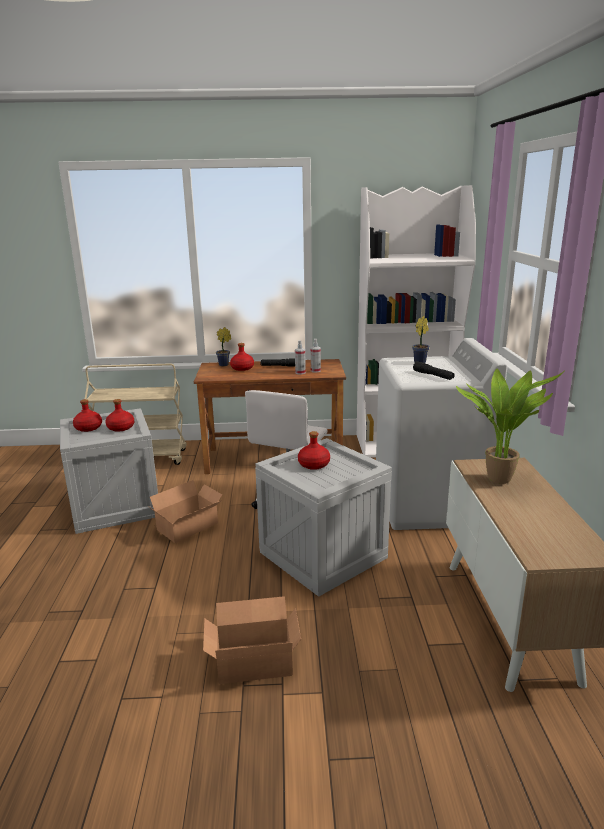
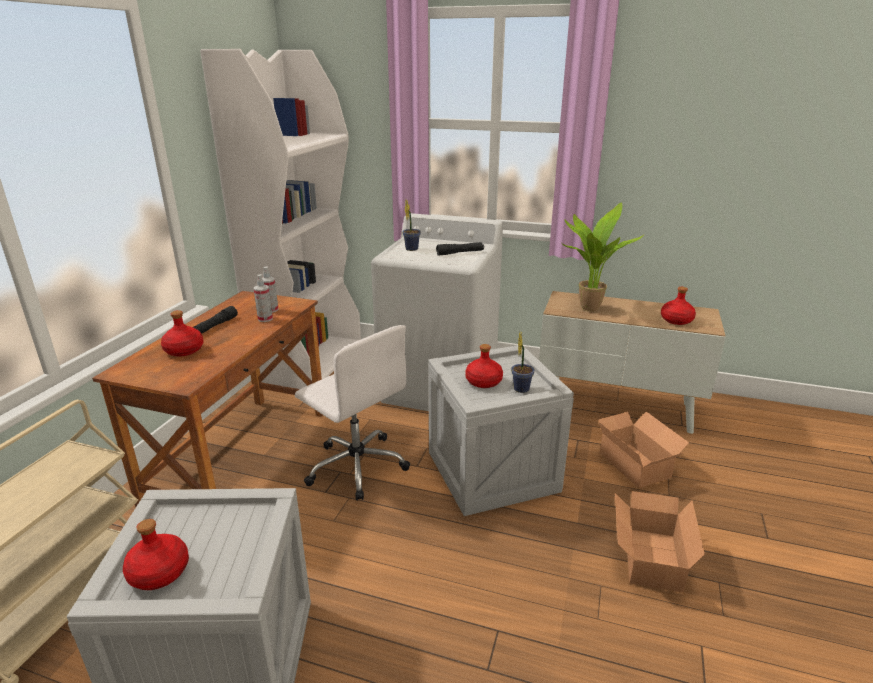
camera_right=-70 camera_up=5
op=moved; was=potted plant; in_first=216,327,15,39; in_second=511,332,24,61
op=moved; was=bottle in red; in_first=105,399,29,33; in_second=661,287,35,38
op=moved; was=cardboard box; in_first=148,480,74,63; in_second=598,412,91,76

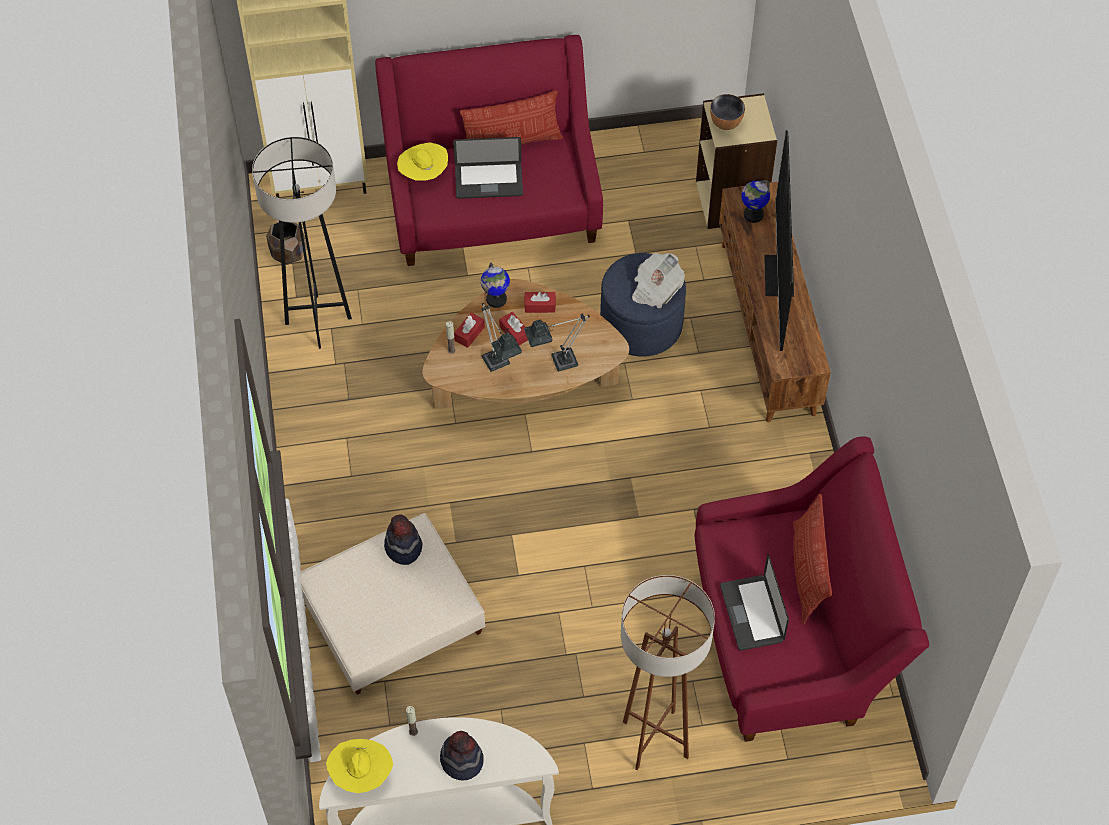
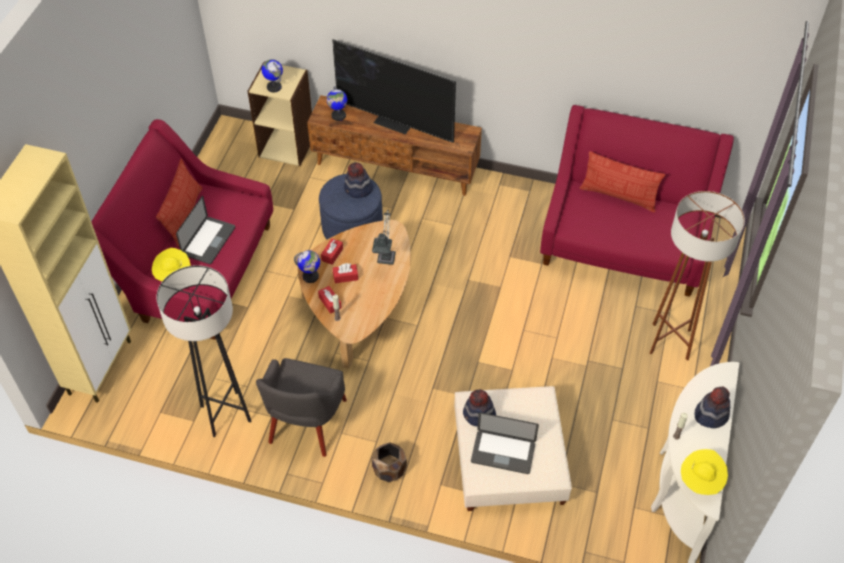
camera_right=-65 camera_up=-5
op=replaced; was=bowl; now=globe; in_first=710,94,35,36; in_second=262,59,21,34
op=moved; was=planter in brown; in_first=266,222,41,43; in_second=372,442,35,40
op=replaced; was=newspaper; now=hat; in_first=632,253,53,55; in_second=344,162,29,36
op=removed; was=table lamp; in_first=481,302,41,70
op=moved; was=laptop; in_first=720,553,69,98; in_second=471,412,68,62
op=added; now=armchair in grey; in_second=256,358,91,99

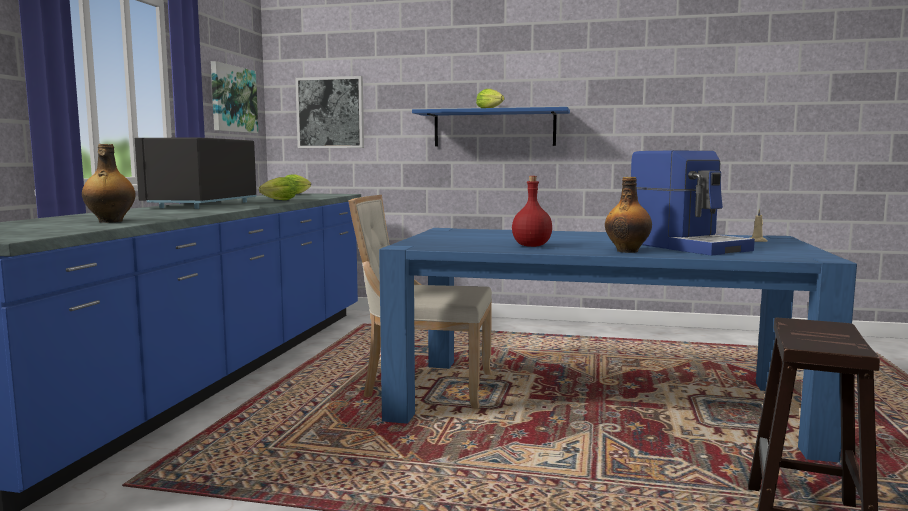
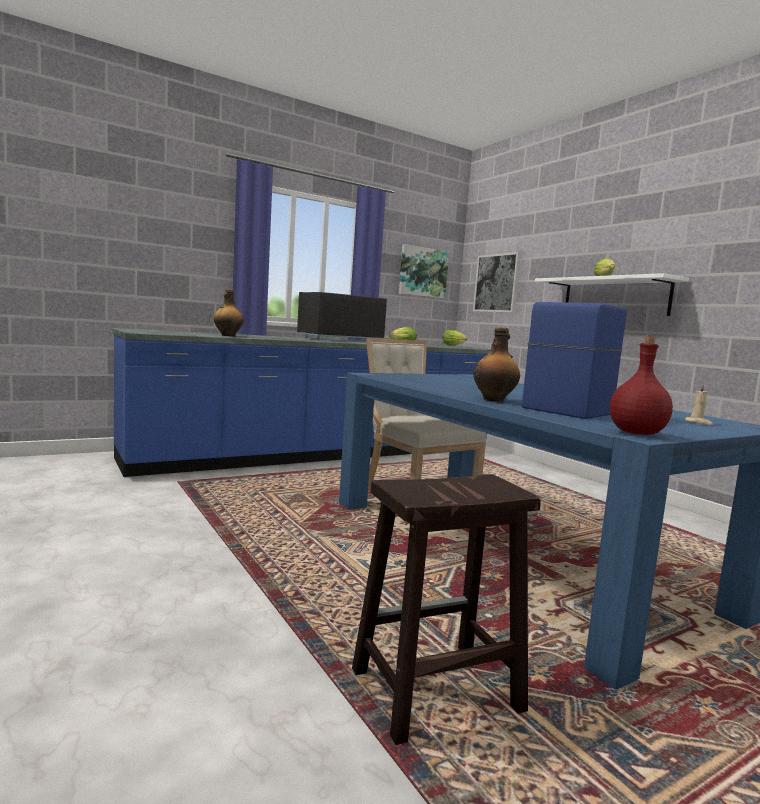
camera_right=45 camera_up=0
op=recoloured; was=shelf in blue; now=shelf in white; in_first=412,107,158,39; in_second=535,273,154,43
op=turned; was=coffee machine; in_first=631,150,124,106; in_second=522,302,105,117; clockwise=-150
op=moved; was=bottle in red; in_first=512,176,40,71; in_second=610,336,63,99

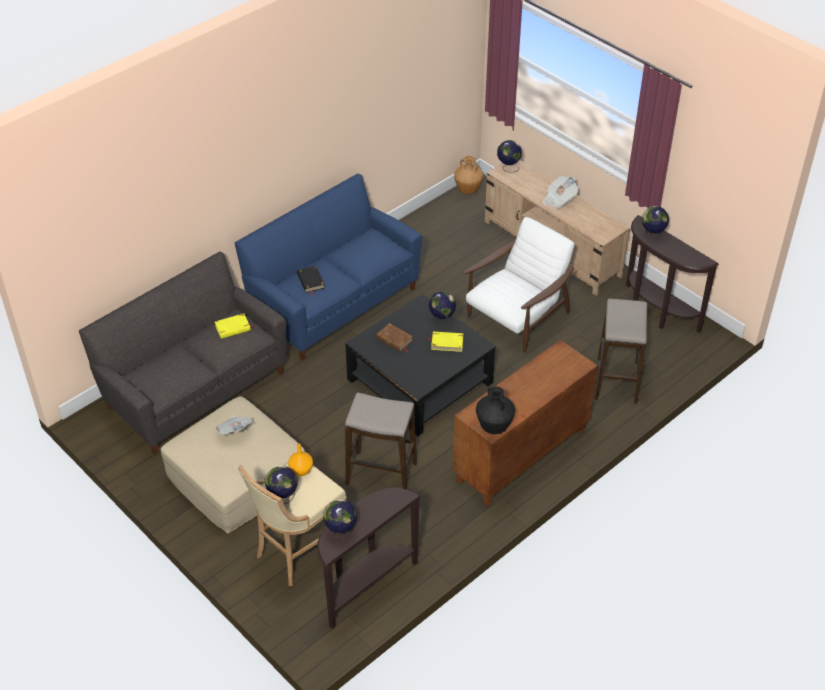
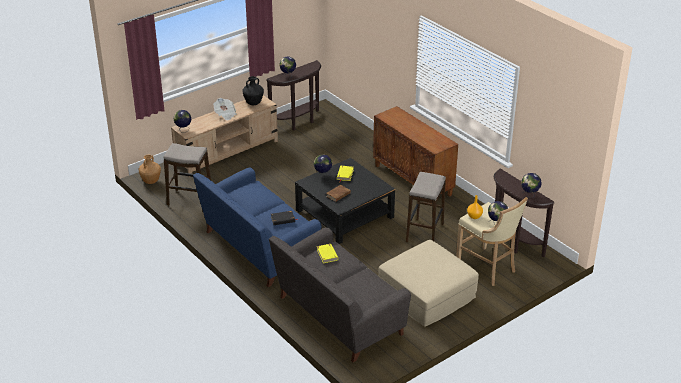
camera_right=-85 camera_up=-10
op=removed; was=armchair in white; in_first=463,217,112,136
op=moved; was=stool; in_first=595,299,52,105; in_second=164,143,47,62
op=moved; was=vase in black; in_first=476,386,39,48; in_second=242,76,22,29
op=removed; was=newspaper; in_first=215,415,37,19

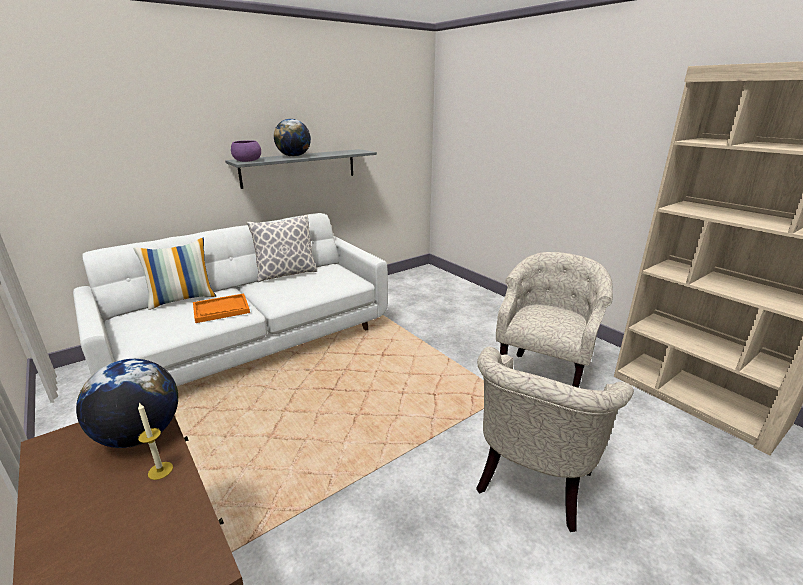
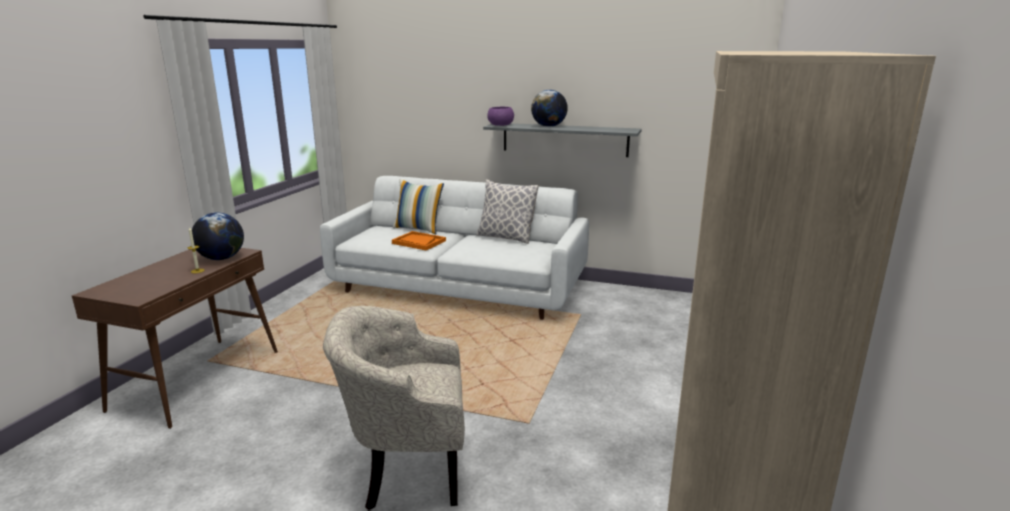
camera_right=55 camera_up=-5
op=removed; was=armchair in beige; in_first=496,252,117,136

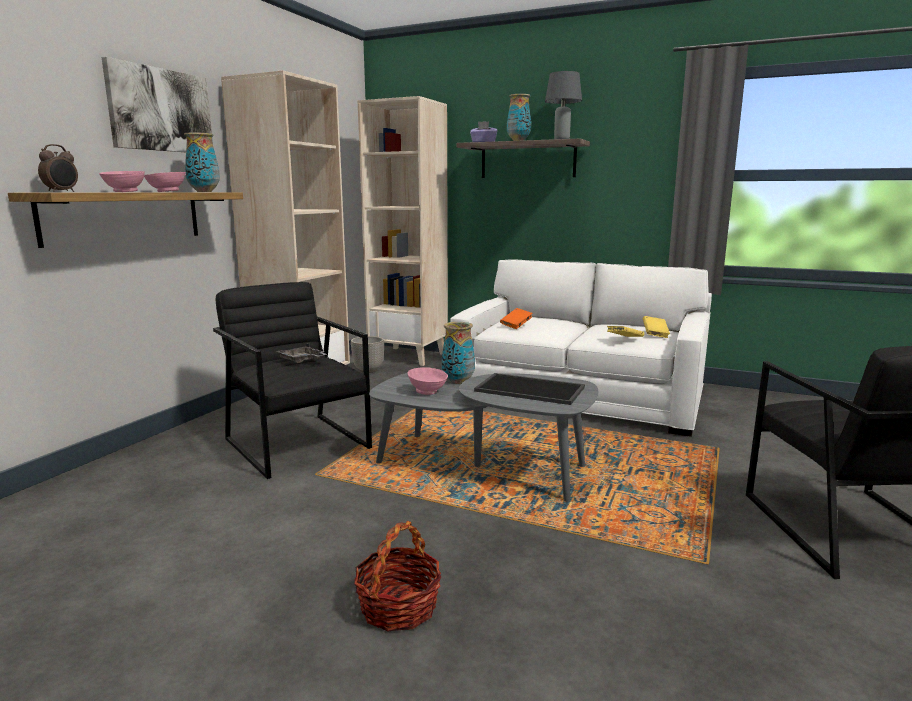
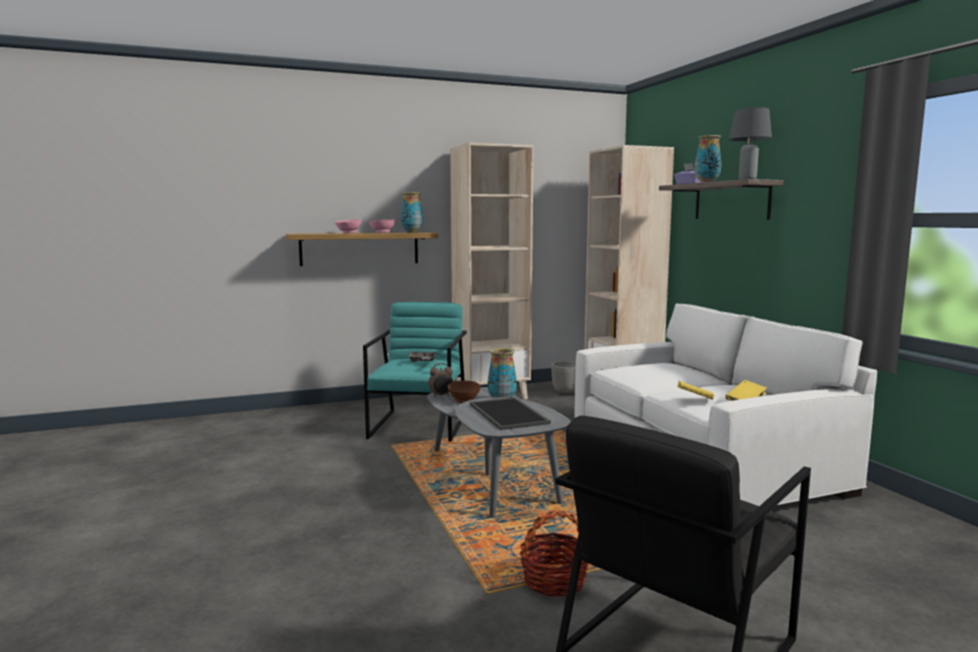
camera_right=45 camera_up=-5
op=removed; was=picture; in_first=102,57,111,95
op=moved; was=alarm clock; in_first=38,144,40,48; in_second=429,363,24,34
op=recoloured; was=armchair in black; now=armchair in turquoise; in_first=213,282,159,197; in_second=363,302,104,139
op=removed; was=book in orange; in_first=500,308,32,21
op=recoloured; was=bowl in pink; now=bowl in brown; in_first=407,367,41,28; in_second=448,380,33,23
op=moved; was=basket; in_first=354,521,87,110; in_second=520,510,70,87

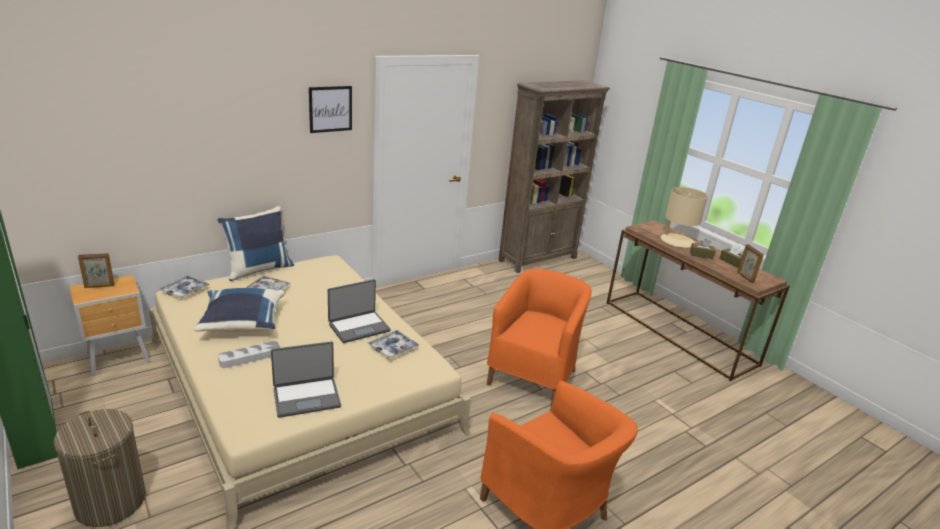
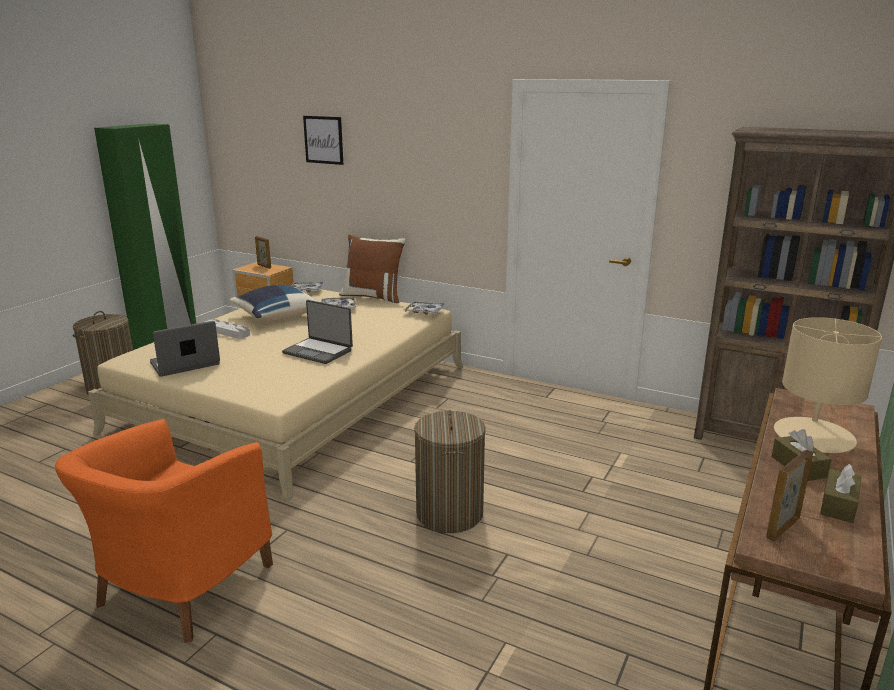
camera_right=65 camera_up=-5
op=moved; was=picture; in_first=309,86,43,47; in_second=303,116,40,49
op=recoloured; was=pillow in blue; now=pillow in brown; in_first=217,206,77,75; in_second=339,234,67,69
op=replaced; was=armchair in orange; now=laundry basket; in_first=487,268,105,137; in_second=414,410,72,123
op=moved; was=tray; in_first=368,330,52,29; in_second=403,301,43,14
op=turned; was=laptop; in_first=271,341,70,77; in_second=150,321,70,56; clockwise=105

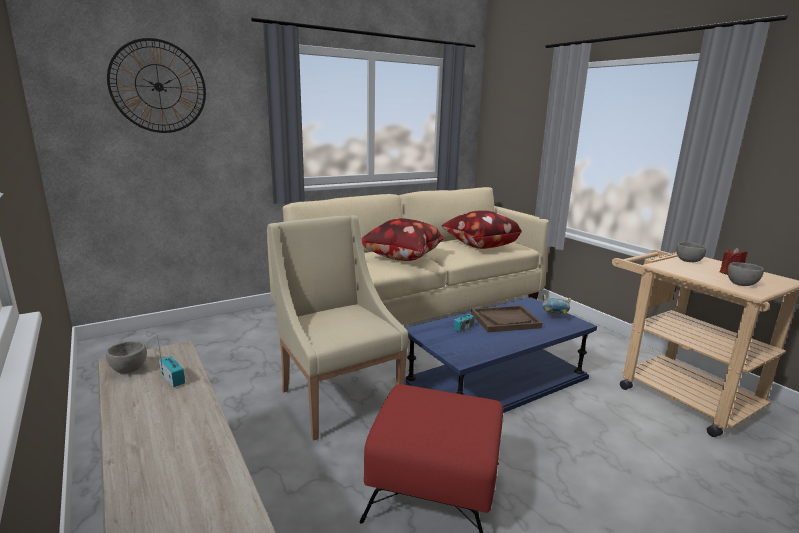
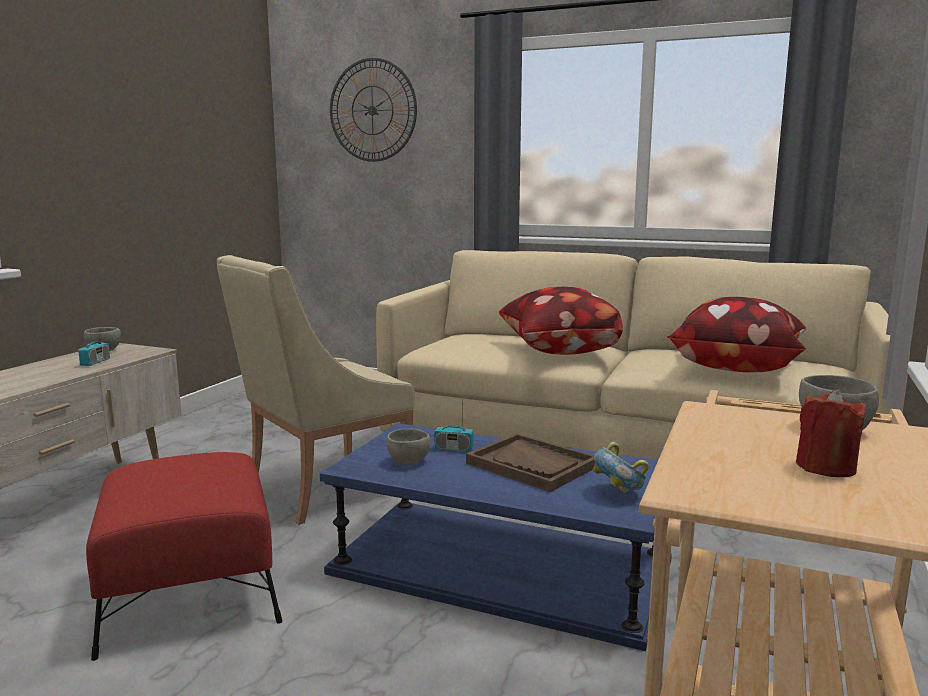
camera_right=55 camera_up=-5
op=turned; was=armchair in beige; in_first=268,215,140,226; in_second=217,255,198,270; clockwise=-150
op=moved; was=bowl in grey; in_first=728,262,36,24; in_second=386,428,44,37

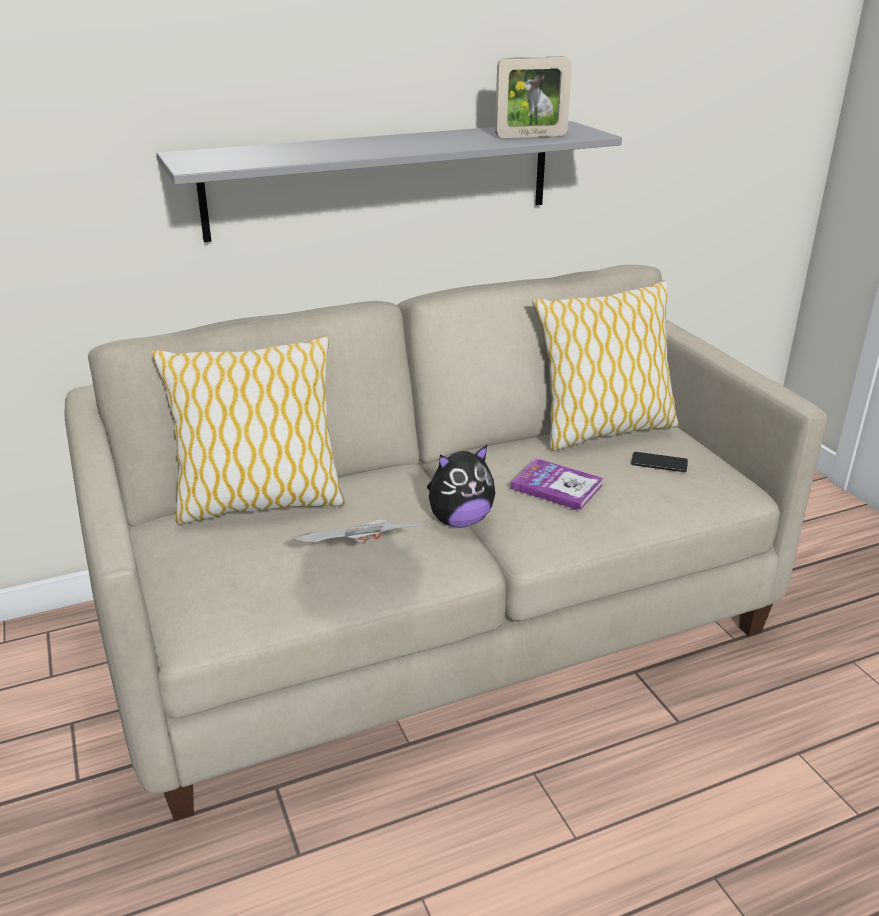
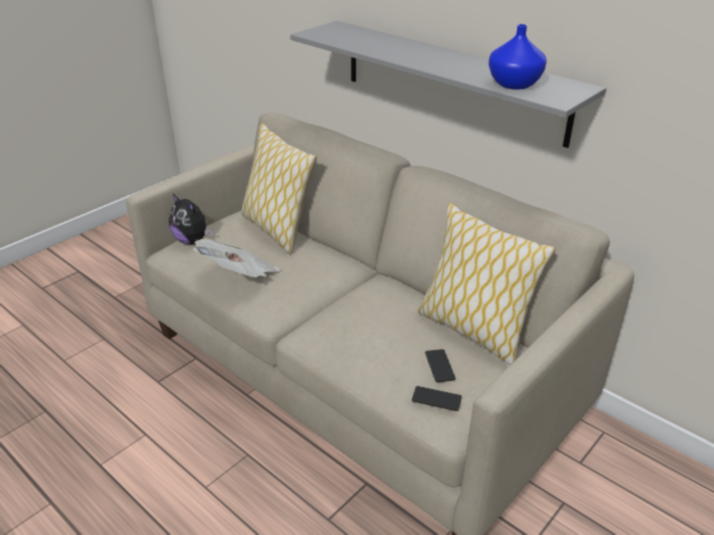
camera_right=65 camera_up=5
op=replaced; was=picture frame; now=vase in blue; in_first=495,57,77,81; in_second=488,24,59,66
op=moved; was=plush toy; in_first=427,445,68,83; in_second=169,194,44,51
op=removed; was=book; in_first=510,458,94,53
op=added; now=phone; in_second=412,386,50,25

